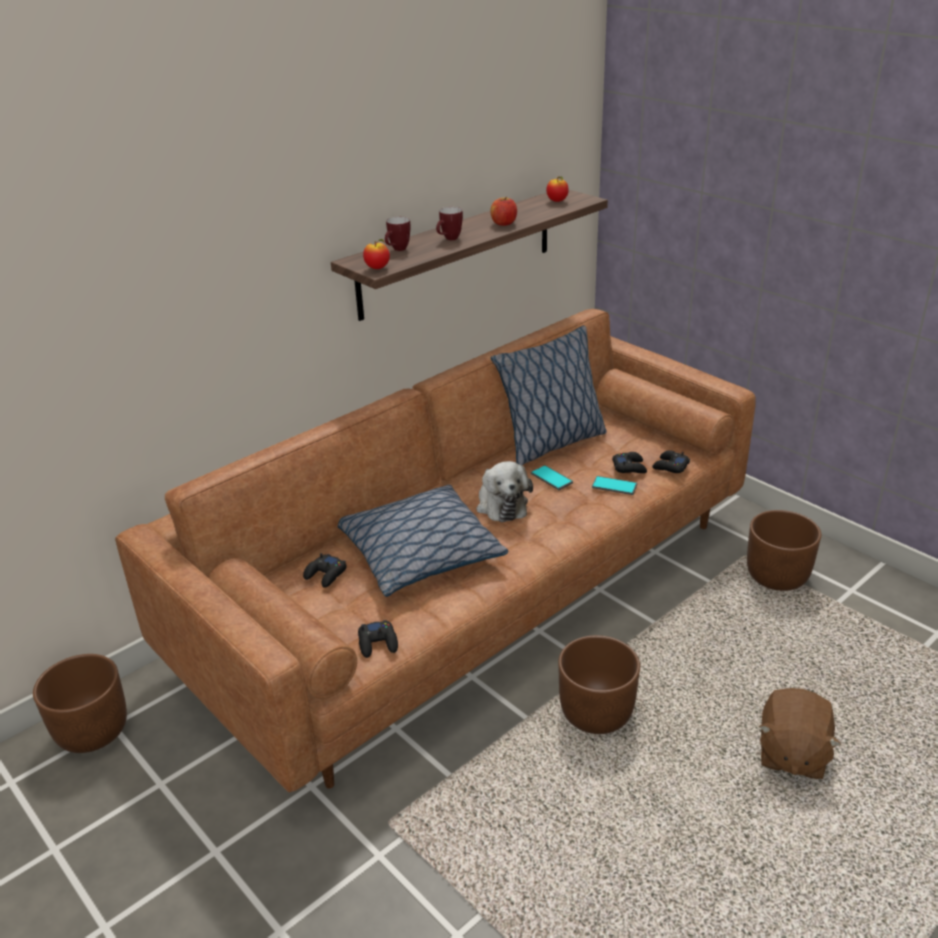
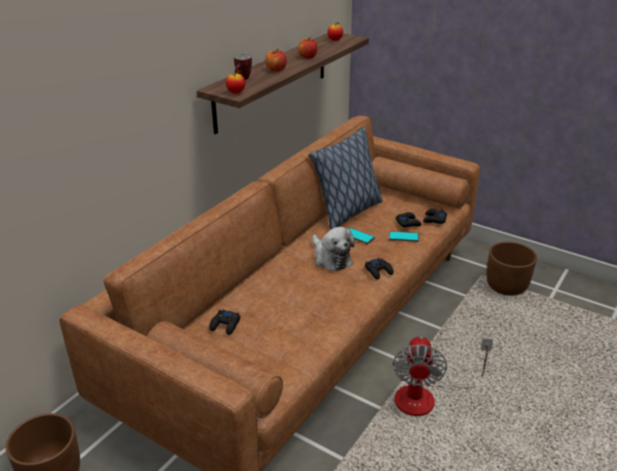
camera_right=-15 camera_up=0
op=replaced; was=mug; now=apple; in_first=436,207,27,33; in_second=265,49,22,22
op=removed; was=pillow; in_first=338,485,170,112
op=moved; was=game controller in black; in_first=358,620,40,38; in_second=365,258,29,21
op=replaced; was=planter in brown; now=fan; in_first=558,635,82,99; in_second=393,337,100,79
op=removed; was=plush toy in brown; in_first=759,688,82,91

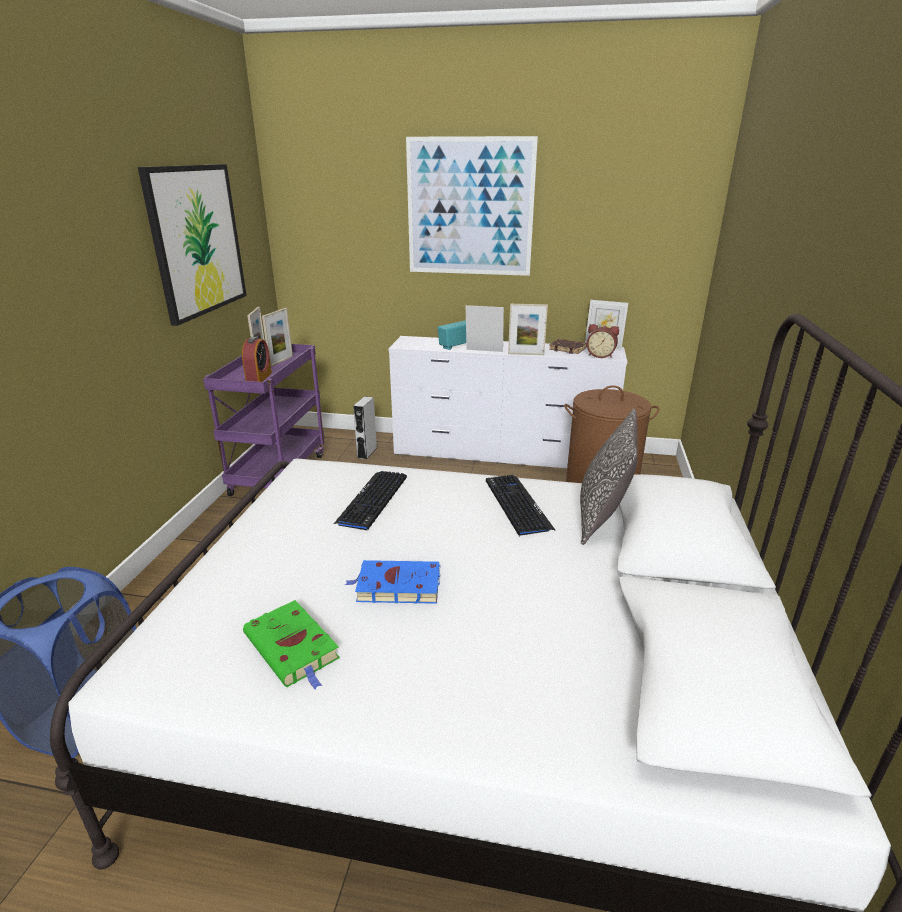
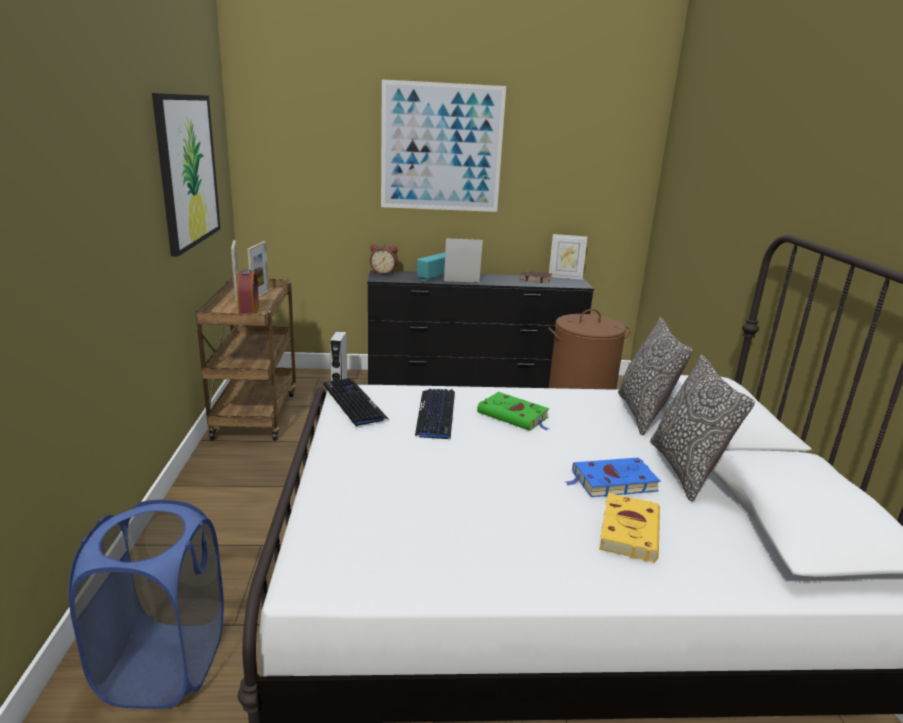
camera_right=-15 camera_up=-5
op=removed; was=picture frame; in_first=508,304,40,51
op=moved; was=alarm clock; in_first=587,324,32,34; in_second=370,244,28,30
op=recoloured; was=dresser in white; now=dresser in black; in_first=388,336,239,132; in_second=367,270,227,118
op=recoloured; was=cart in purple; now=cart in brown; in_first=203,344,121,152; in_second=195,278,101,163
op=moved; was=keyboard; in_first=486,475,70,61; in_second=323,378,67,49
op=moved; was=book in blue; in_first=345,560,95,44; in_second=565,457,96,40
op=moved; was=book in green; in_first=243,600,97,89; in_second=477,392,72,39
op=added; now=pillow; in_second=650,355,105,147
op=added; now=book in yellow; in_second=599,493,61,69

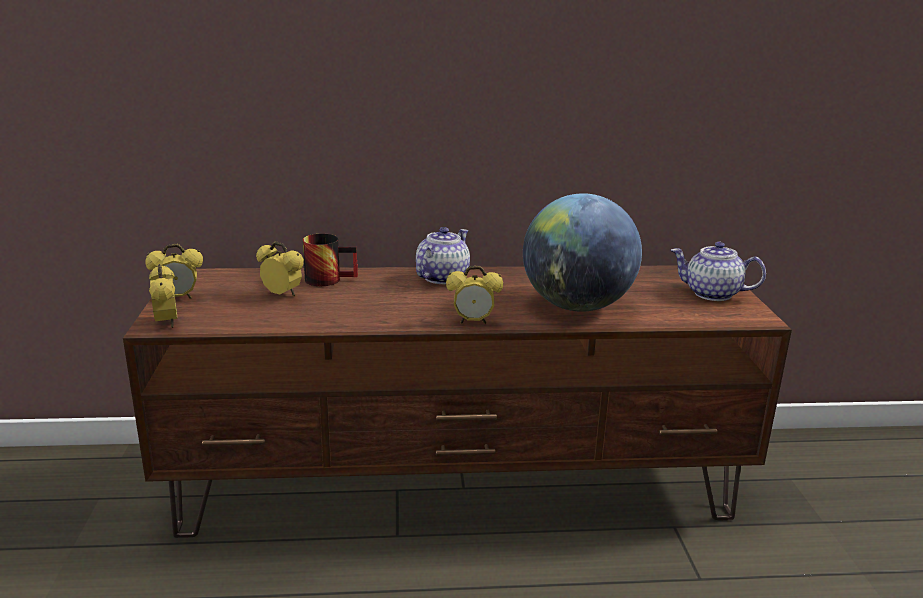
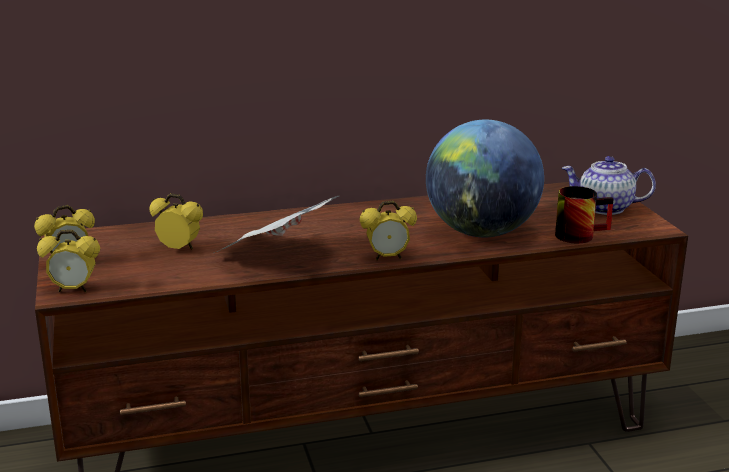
camera_right=-10 camera_up=0
op=removed; was=teapot; in_first=416,227,54,57
op=moved; was=mug; in_first=303,234,55,52; in_second=555,186,59,58
op=turned; was=alarm clock; in_first=149,264,28,64; in_second=37,230,63,62; clockwise=120
op=added; now=newspaper; in_second=214,196,125,57

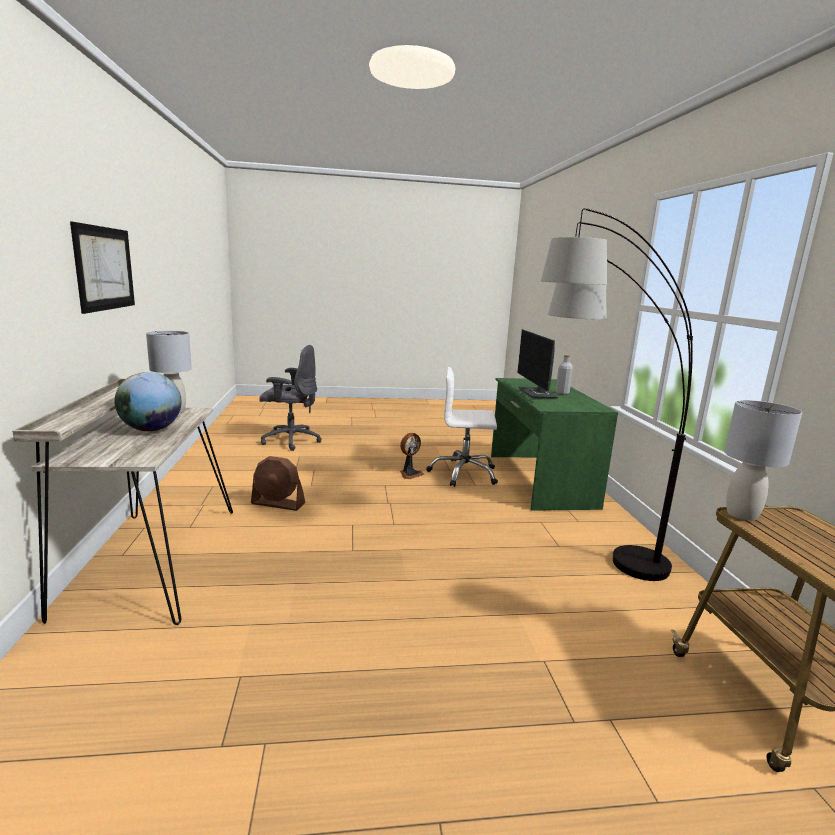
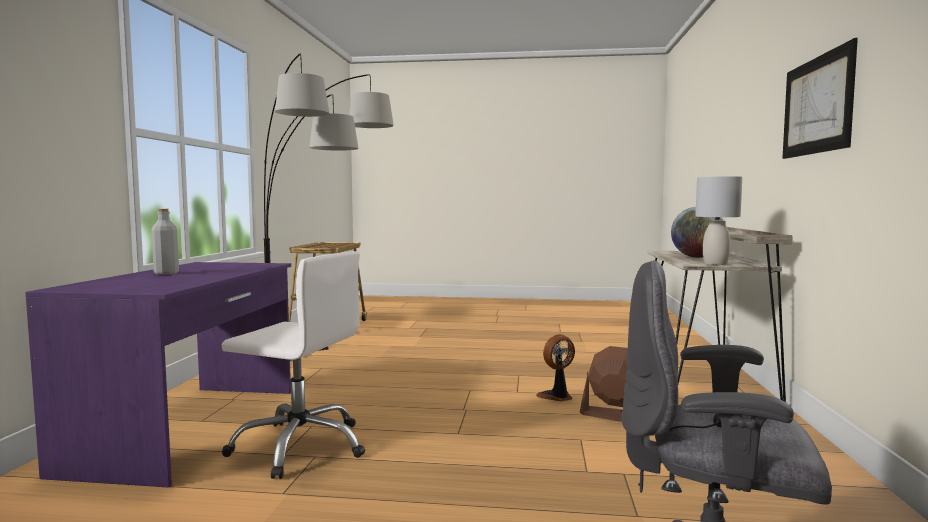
camera_right=-165 camera_up=-10
op=removed; was=monitor; in_first=517,329,42,69
op=recoloured; was=desk in green; now=desk in purple; in_first=491,378,127,133; in_second=25,262,266,226
op=removed; was=table lamp in grey; in_first=724,400,78,121
op=moved; was=fan; in_first=400,433,24,46; in_second=536,334,39,67

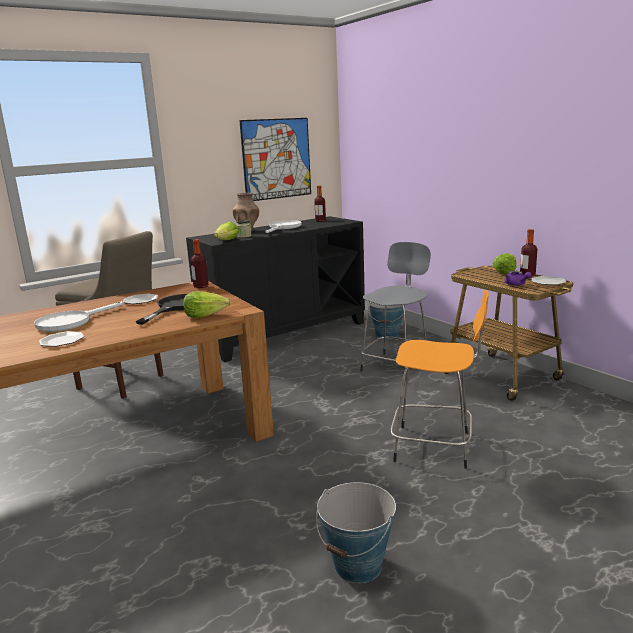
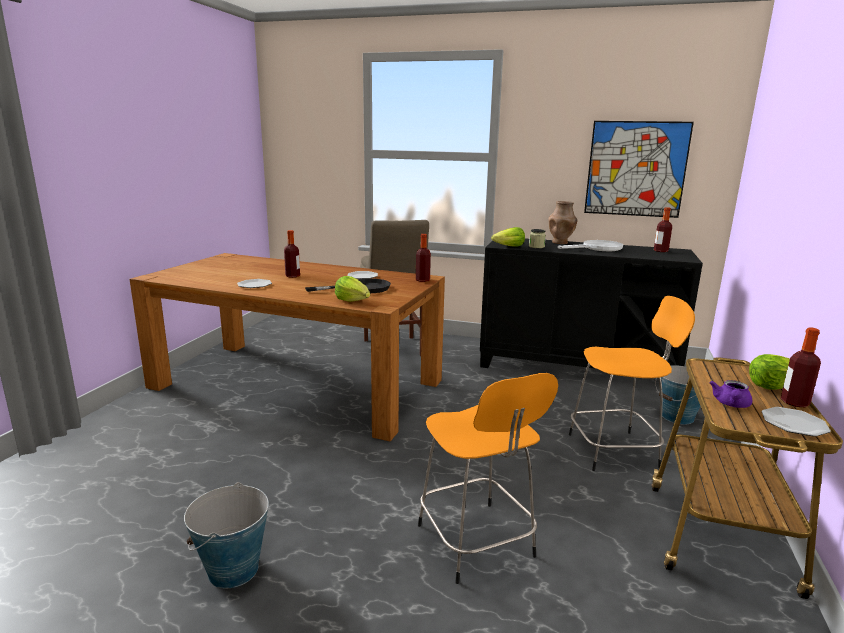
camera_right=50 camera_up=0
op=recoloured; was=stool in grey; now=stool in orange; in_first=360,242,71,130; in_second=569,296,126,175
op=replaced; was=frying pan in white; now=bottle; in_first=34,301,89,31; in_second=284,230,16,48

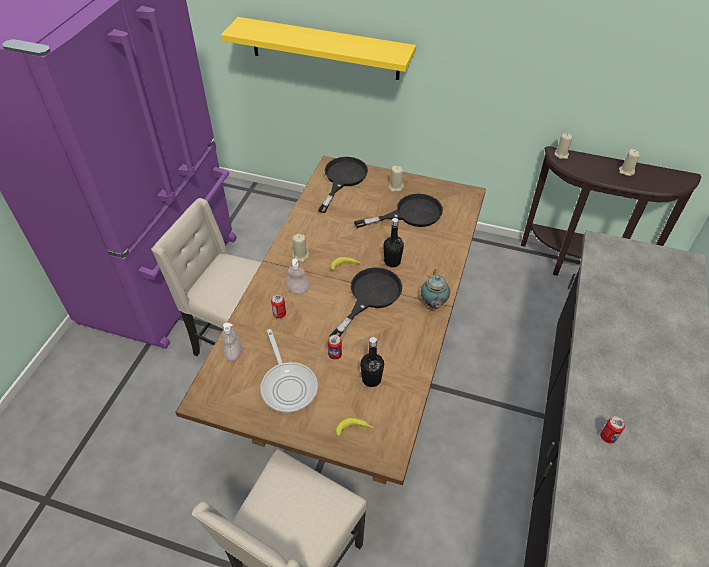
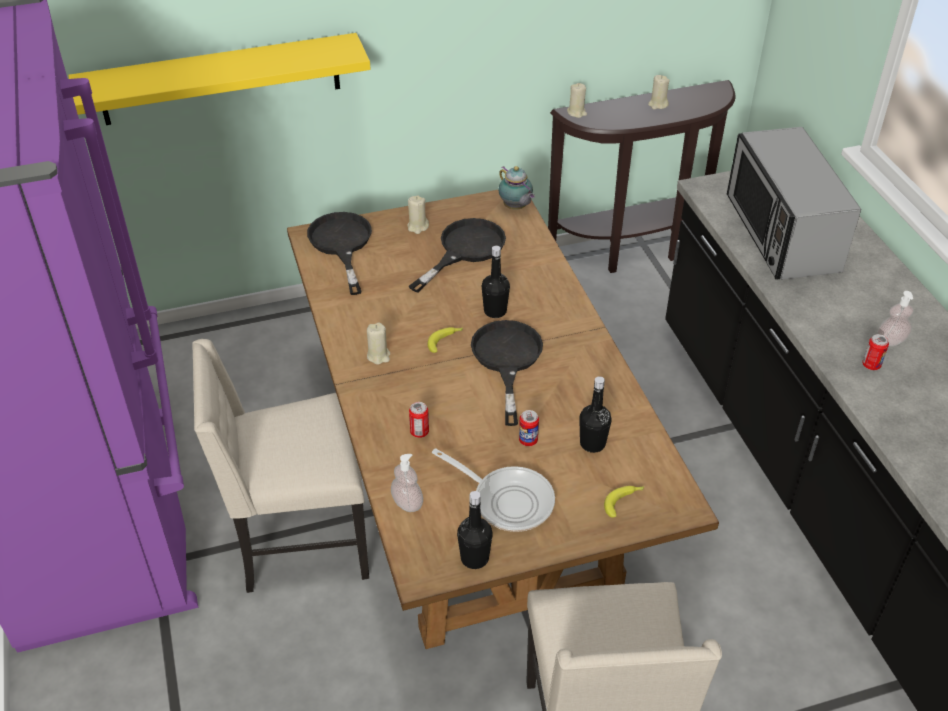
camera_right=-35 camera_up=-5
op=moved; was=soap dispenser; in_first=285,259,25,35; in_second=877,291,37,55
op=moved; was=teapot; in_first=421,269,29,40; in_second=498,166,37,44
op=added; now=microwave; in_second=727,127,134,153
op=added; now=bottle in black; in_second=457,491,36,78

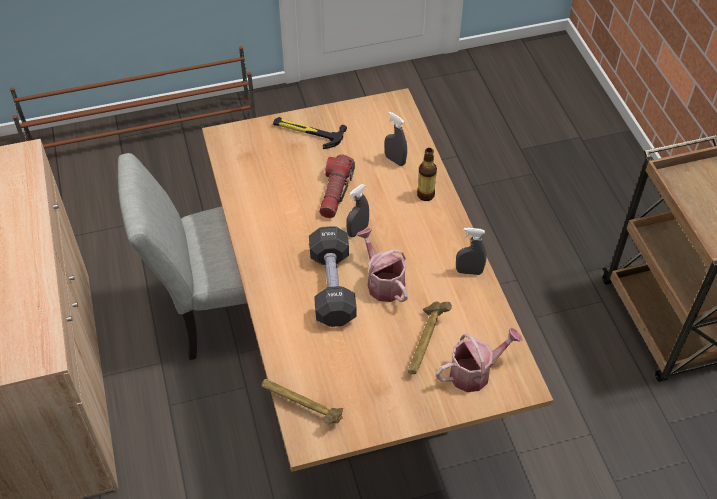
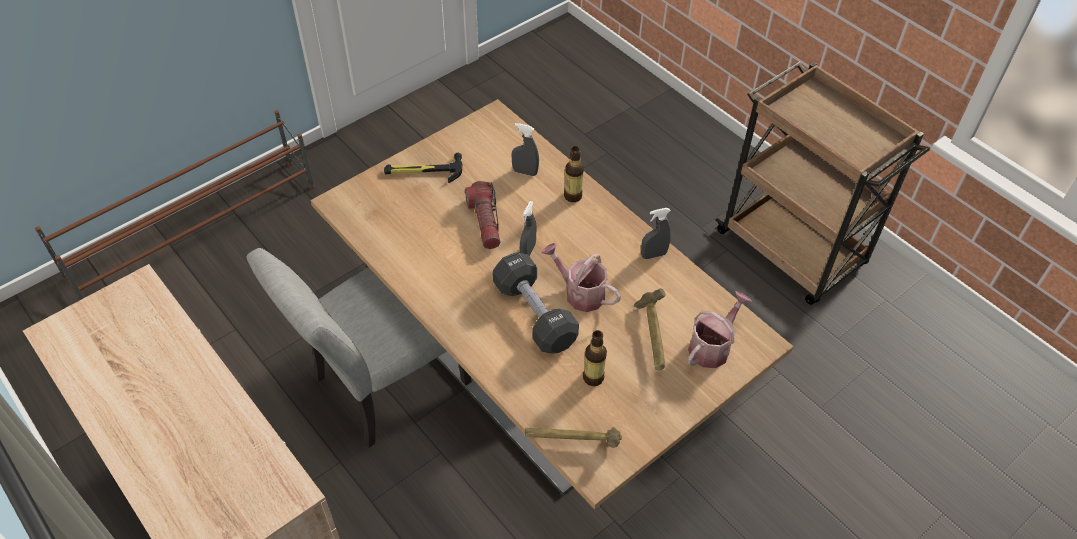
camera_right=-25 camera_up=0
op=added; now=bottle; in_second=583,330,24,56

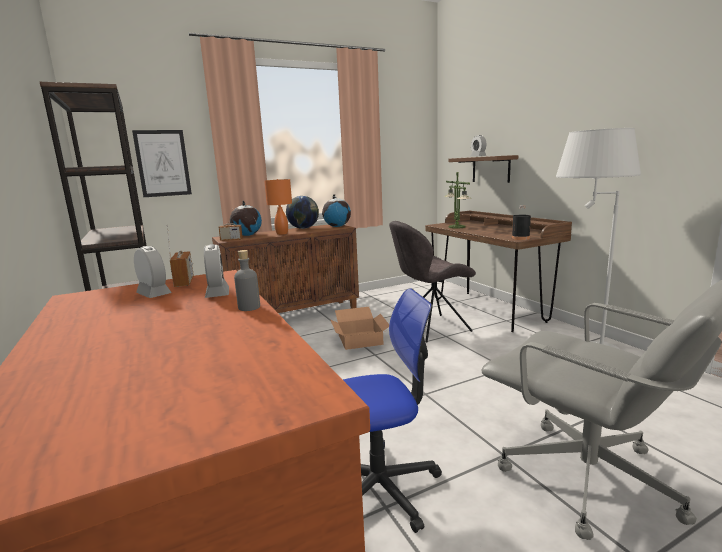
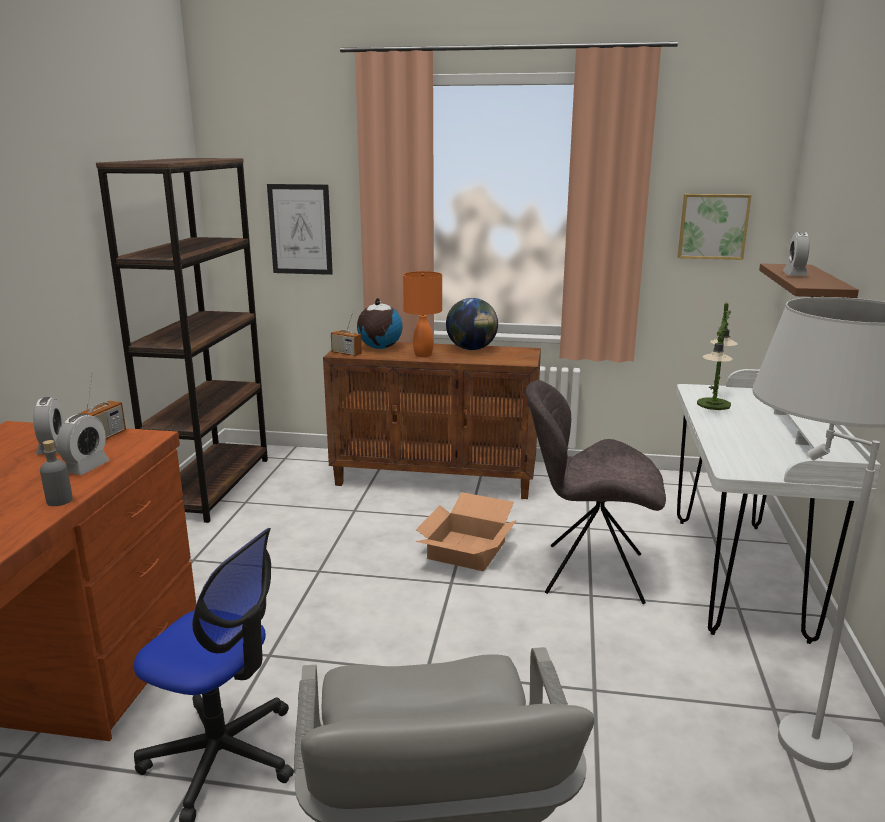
camera_right=35 camera_up=5
op=removed; was=globe; in_first=322,194,29,33
op=removed; was=bottle in black; in_first=512,205,19,35
op=recoloured; was=desk in brown; now=desk in white; in_first=425,211,147,121; in_second=676,369,205,275
op=added; now=picture; in_second=678,194,73,66

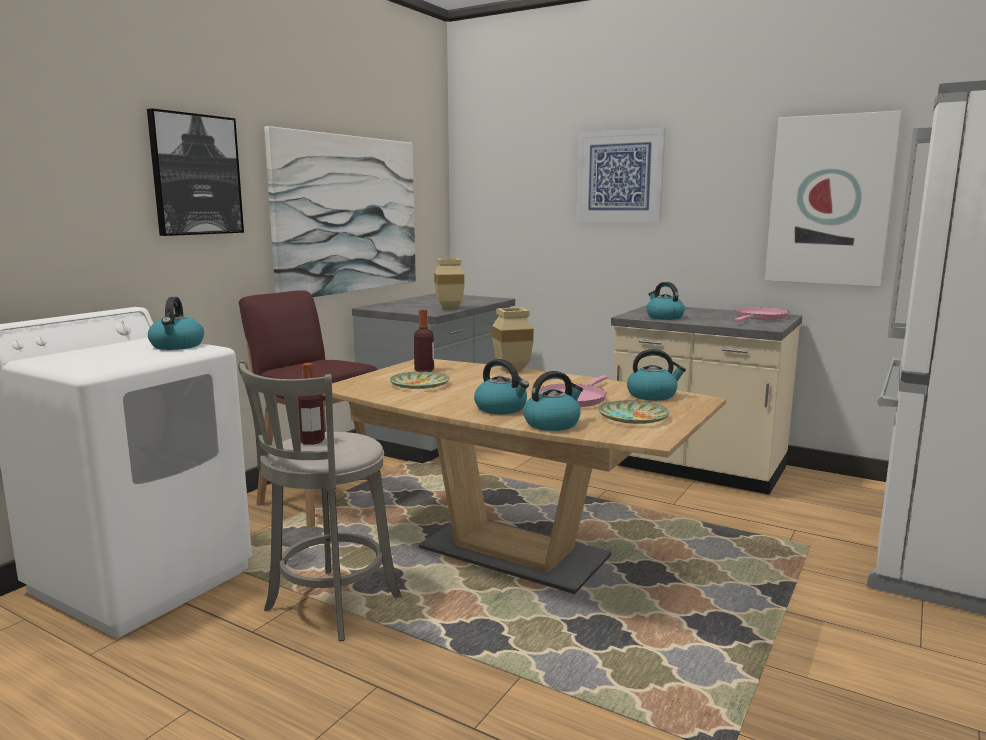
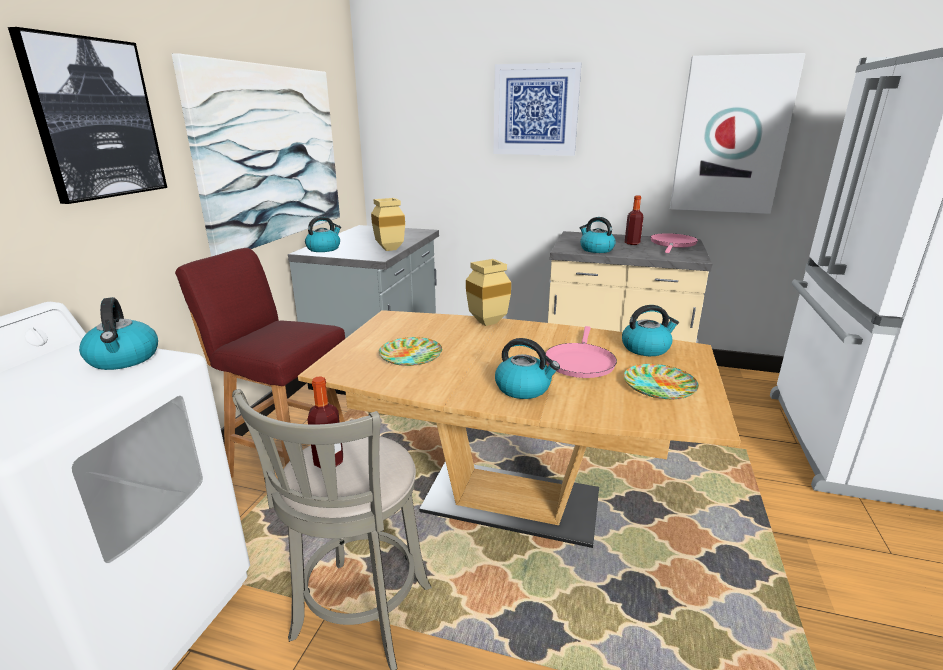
camera_right=-15 camera_up=10
op=moved; was=bottle; in_first=414,309,20,63; in_second=625,195,18,50
op=moved; was=kettle; in_first=523,371,60,60; in_second=305,216,36,36

